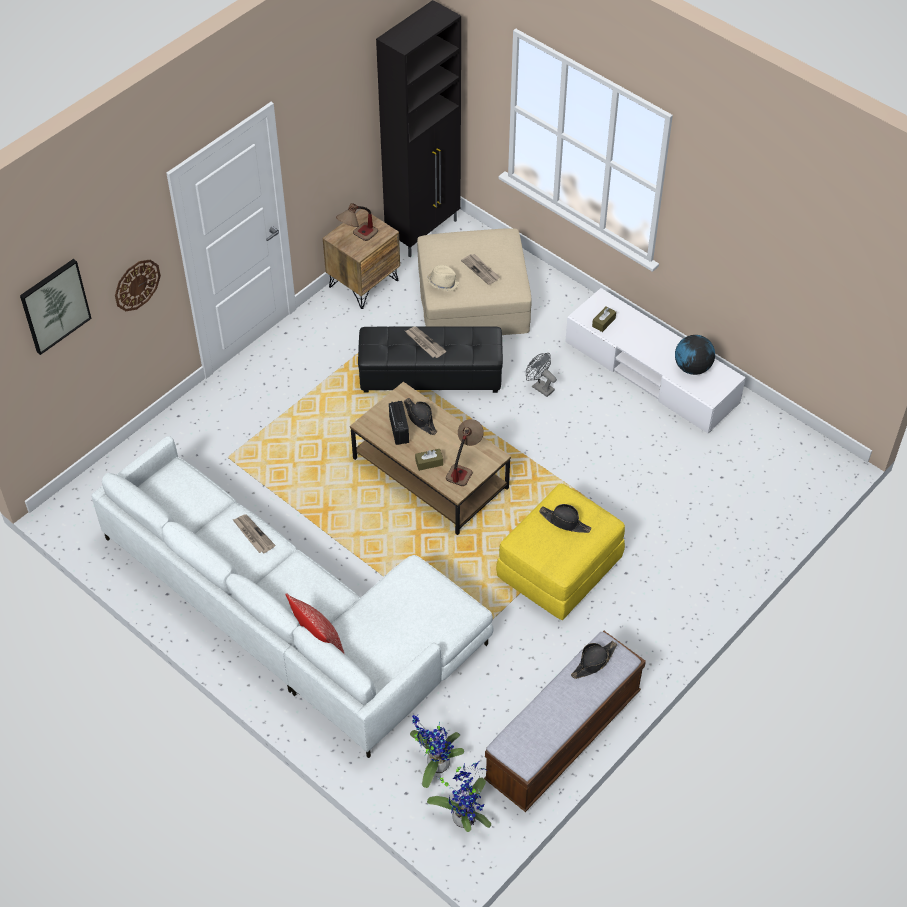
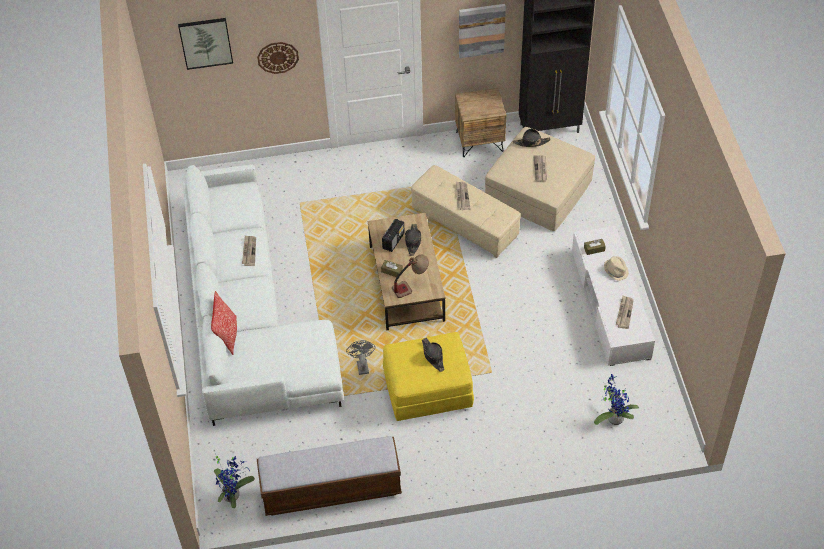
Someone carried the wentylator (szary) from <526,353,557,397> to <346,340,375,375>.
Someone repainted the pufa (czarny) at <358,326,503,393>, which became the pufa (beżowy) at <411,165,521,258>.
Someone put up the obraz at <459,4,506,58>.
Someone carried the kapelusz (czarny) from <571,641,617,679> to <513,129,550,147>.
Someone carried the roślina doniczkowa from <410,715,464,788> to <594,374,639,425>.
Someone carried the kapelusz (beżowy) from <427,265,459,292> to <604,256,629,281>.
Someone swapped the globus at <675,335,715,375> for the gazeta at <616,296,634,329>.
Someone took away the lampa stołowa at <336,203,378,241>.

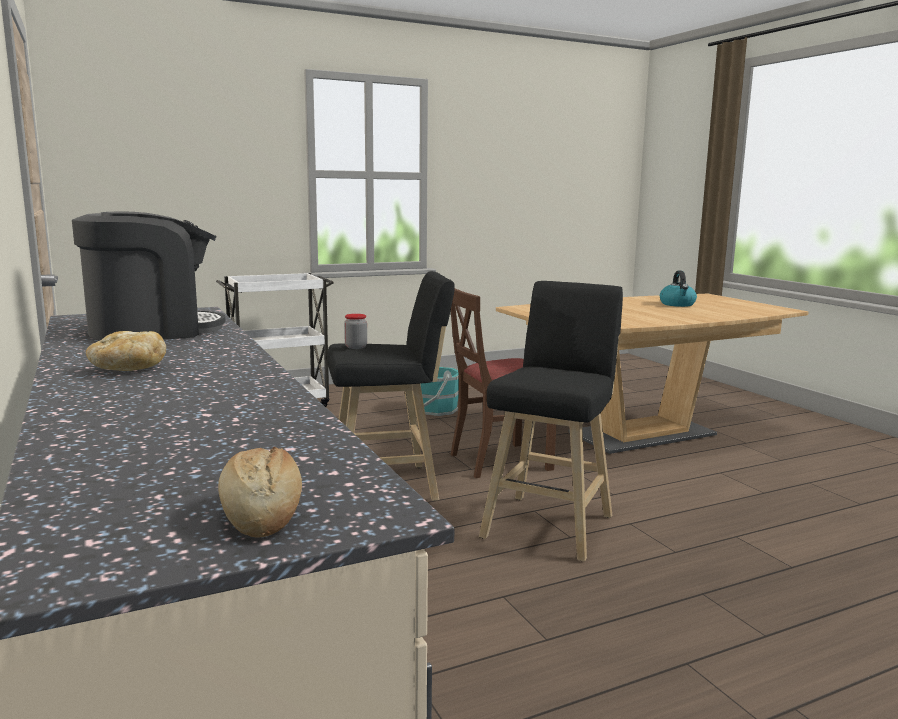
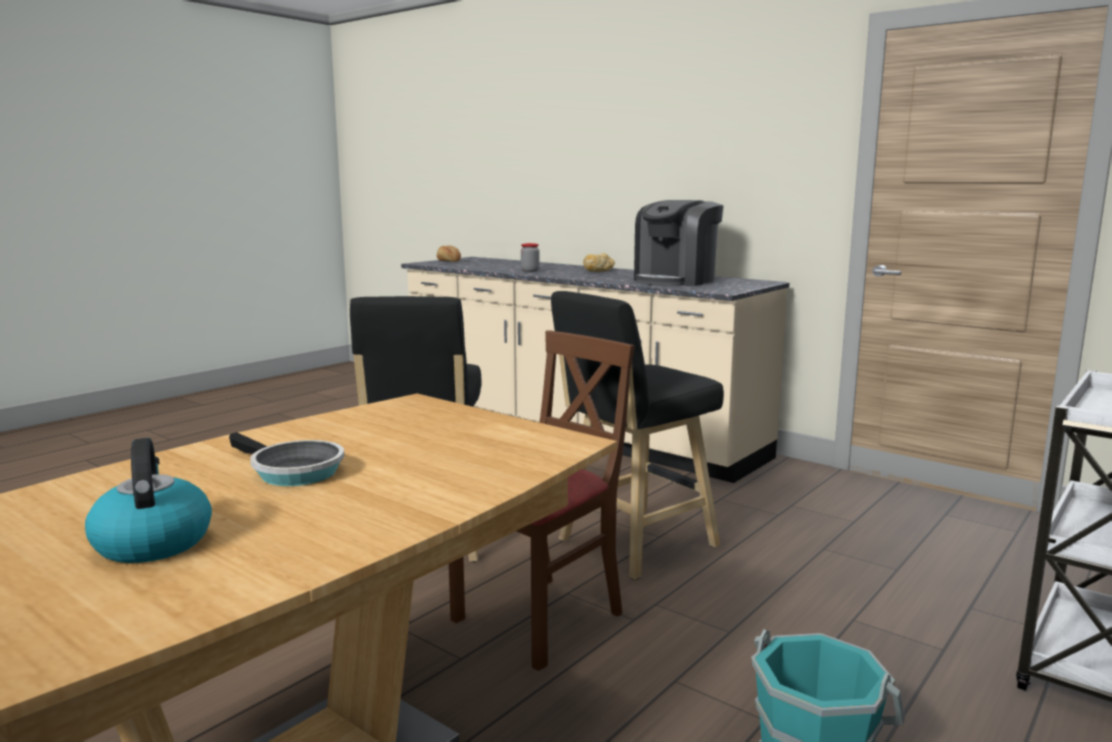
Someone put down the patelnia at <229,432,344,486>.
Someone carried the słoik from <344,314,367,349> to <521,243,539,272>.

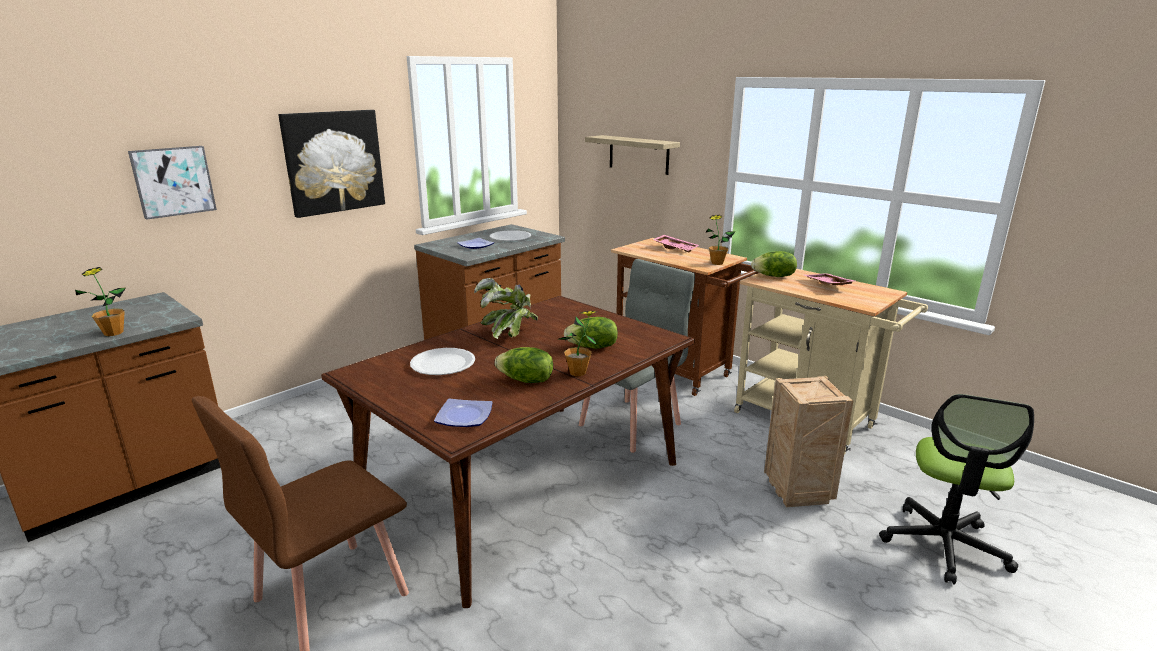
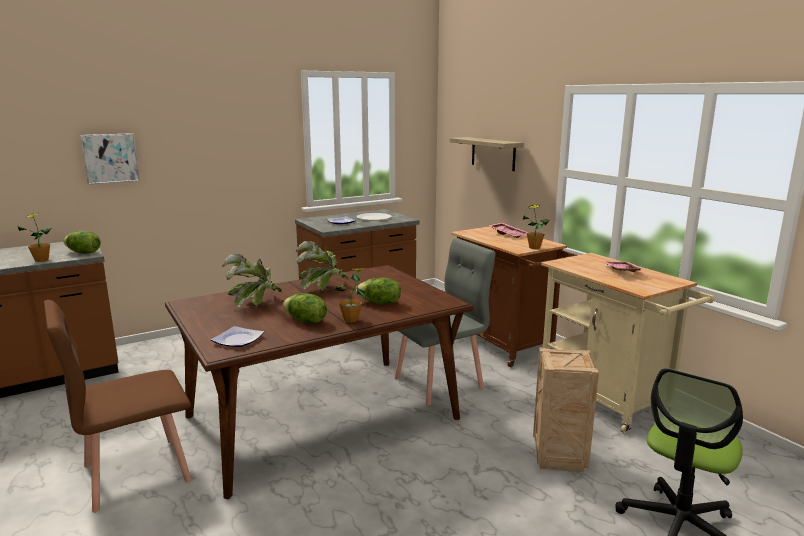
Someone carried the sałata from <751,251,797,277> to <64,231,101,254>.
Someone swapped the talerz (biały) at <410,348,475,375> for the roślina doniczkowa at <222,254,282,307>.
Someone took away the obraz at <278,110,385,218>.

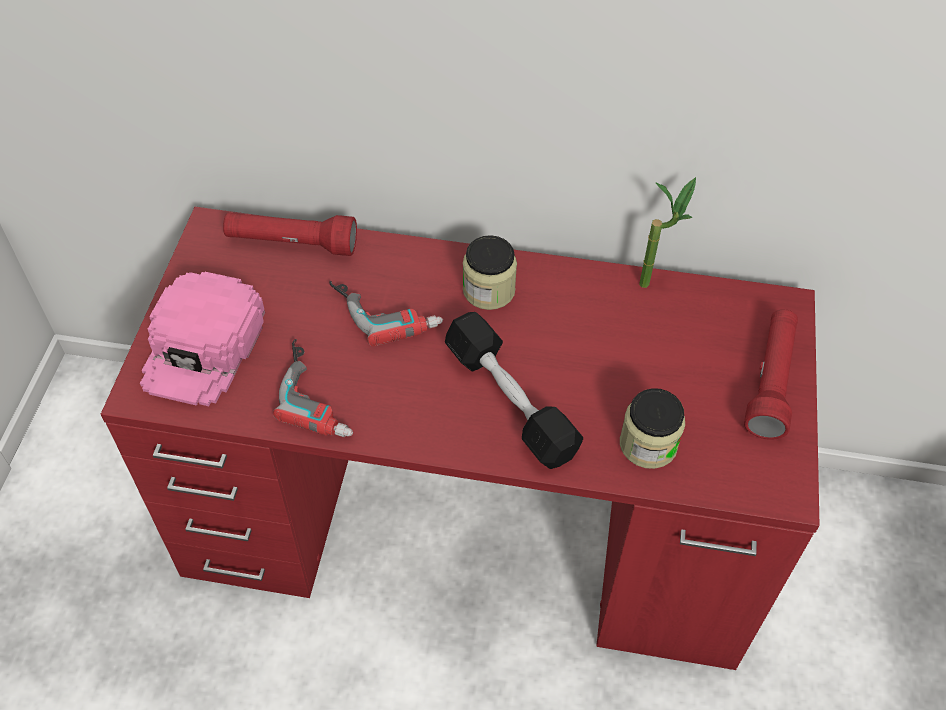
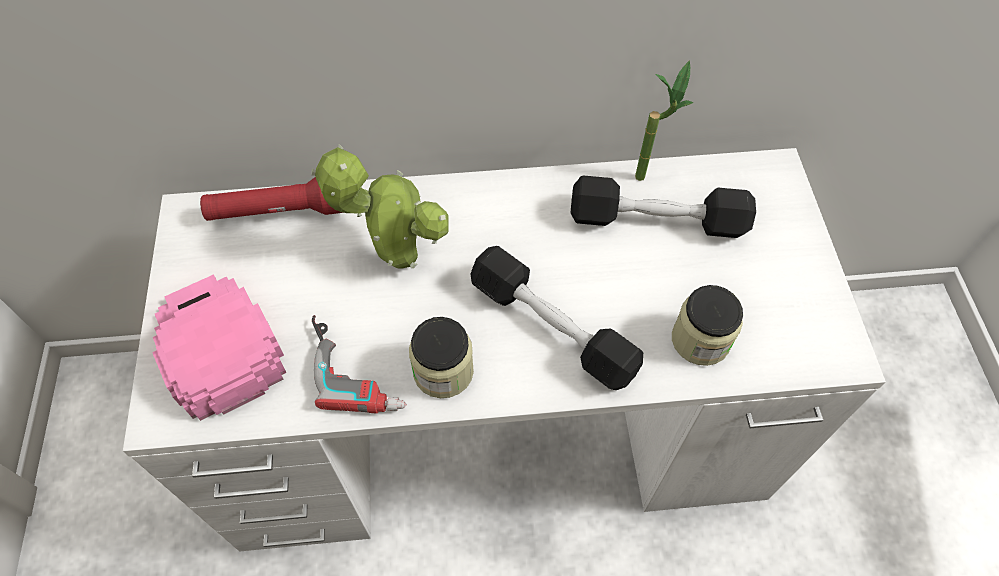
Someone repainted the biurko (czerwony) at <101,207,820,670>, which became the biurko (biały) at <123,148,886,551>.
Someone rotated the czapka z daszkiem (różowy) at <140,272,265,406> by 150 degrees clockwise.
Someone swapped the wiertarka at <329,281,443,346> for the roślina doniczkowa at <311,144,448,269>.
Someone carried the słoik from <463,235,517,310> to <409,317,474,398>.
Someone put down the hantel (czarny) at <571,175,756,238>.
Someone took away the latarka (czerwony) at <744,309,798,440>.

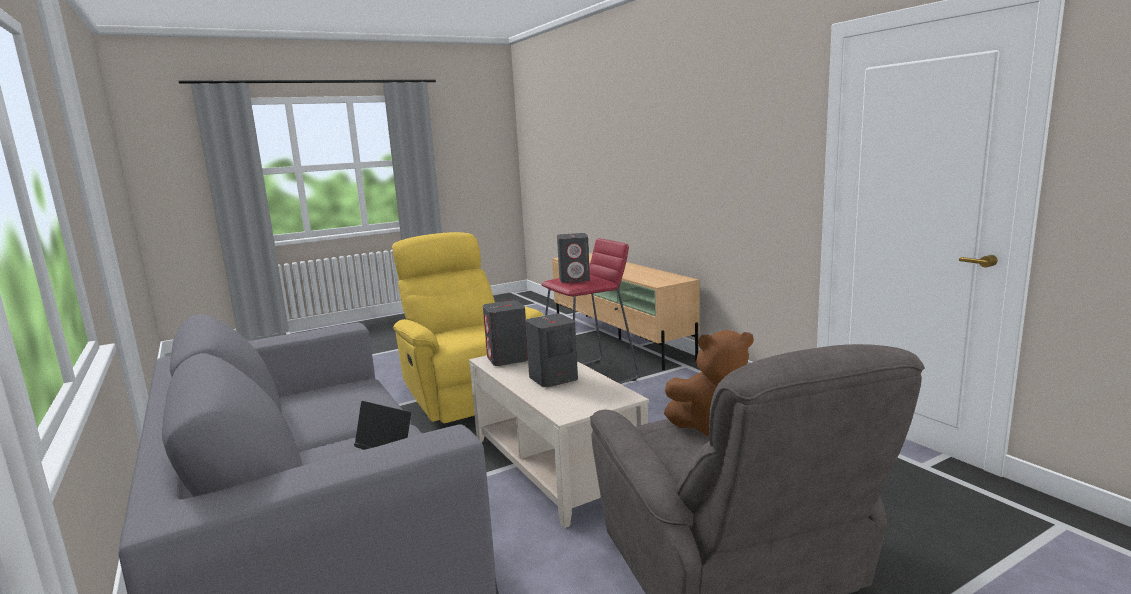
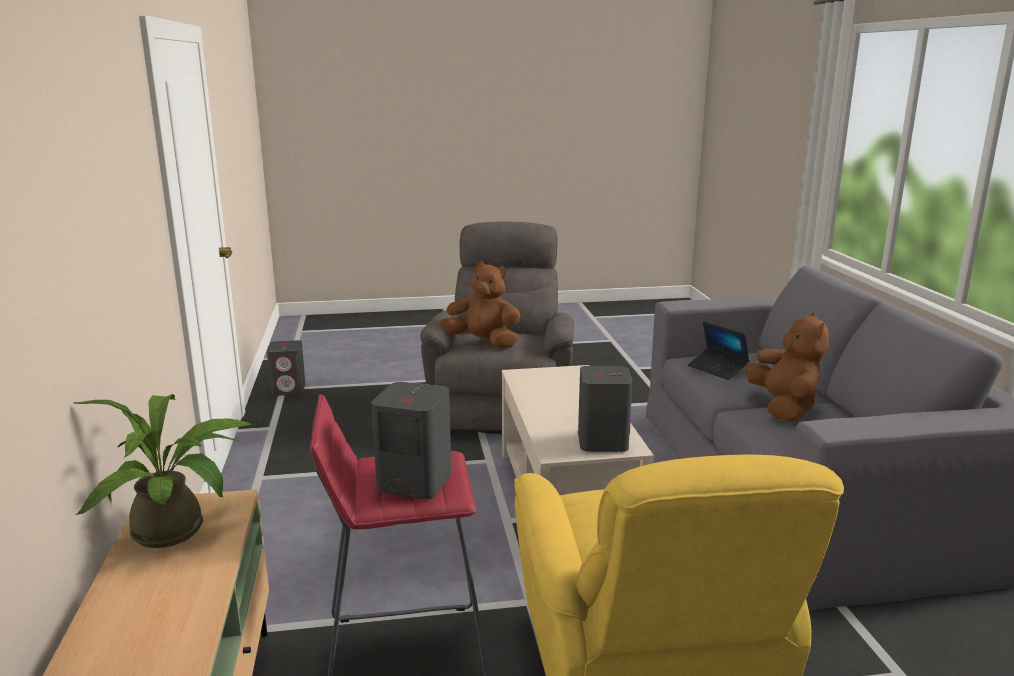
Someone put down the roślina doniczkowa at <73,394,252,548>.
Someone carried the głośnik (szary) from <525,314,578,387> to <267,340,306,396>.
Someone put down the pluszak (brązowy) at <746,312,829,422>.

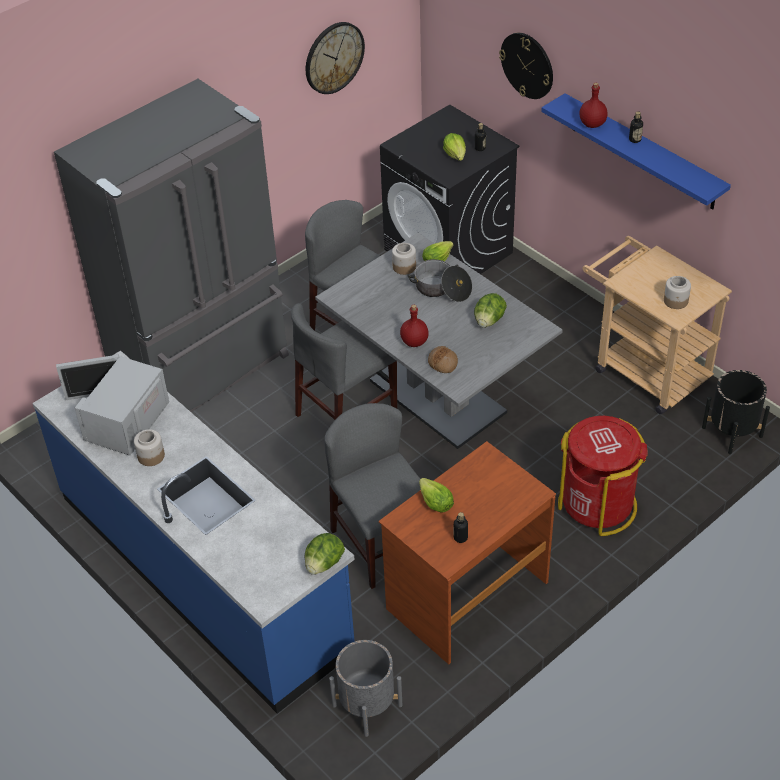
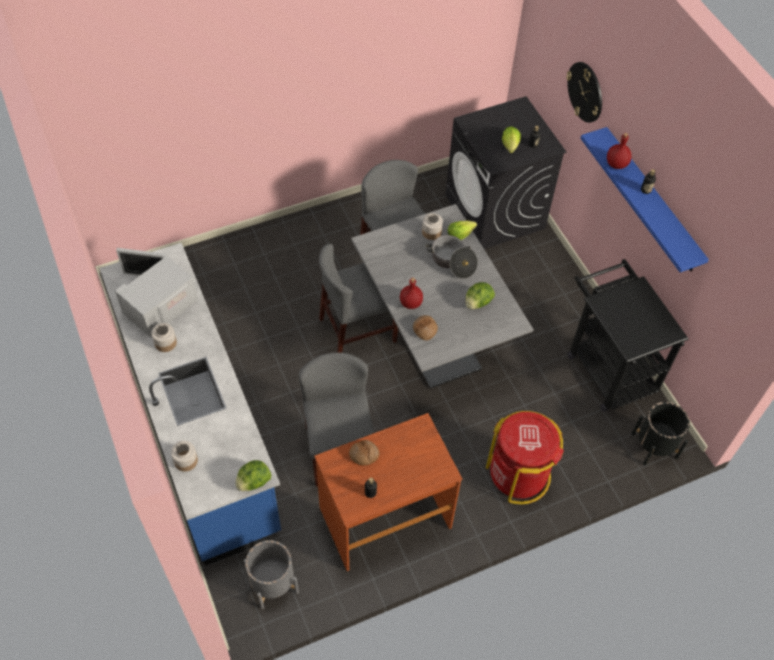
Someone carried the słoik from <664,276,691,309> to <171,441,198,471>.
Someone swapped the sałata at <419,478,454,512> for the chleb at <349,440,379,466>.
Someone repainted the wózek (beżowy) at <583,236,732,414>, which became the wózek (czarny) at <568,259,689,412>.
Someone took away the lodówka (szary) at <54,79,289,412>.
Someone took away the zegar ścienny at <306,22,365,94>.

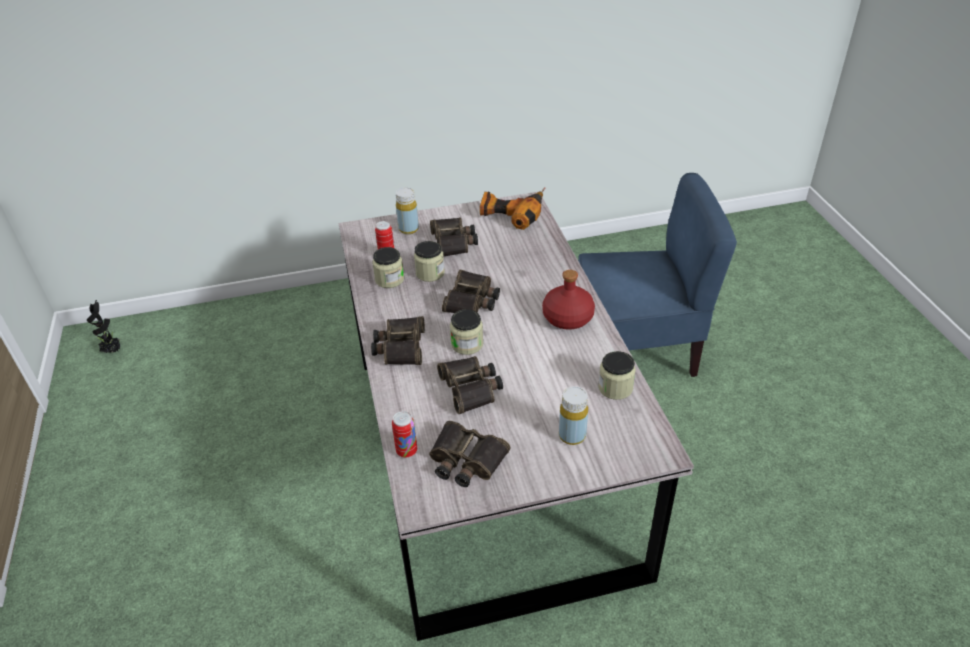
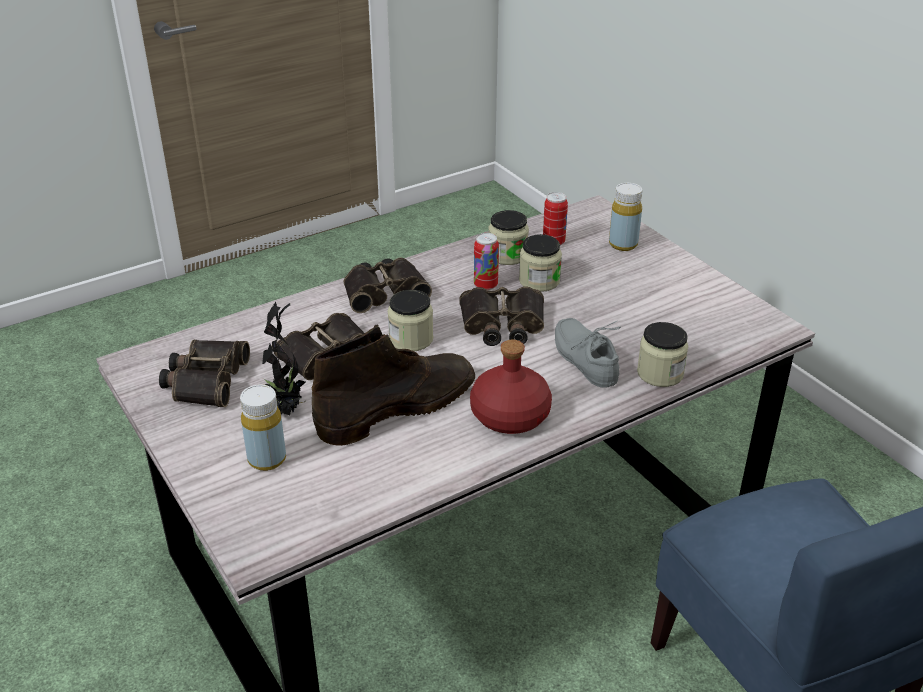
Someone carried the roślina doniczkowa from <87,300,121,353> to <262,302,306,415>.
Someone put down the but z cholewką (brązowy) at <312,324,475,446>.
Someone carried the puszka from <392,411,417,458> to <474,233,499,291>.
Someone put down the but (szary) at <555,318,621,388>.
Someone carried the słoik from <598,351,636,400> to <637,322,688,387>.
Someone took away the lornetka at <430,217,478,257>.
Someone took away the wiertarka at <480,187,546,230>.

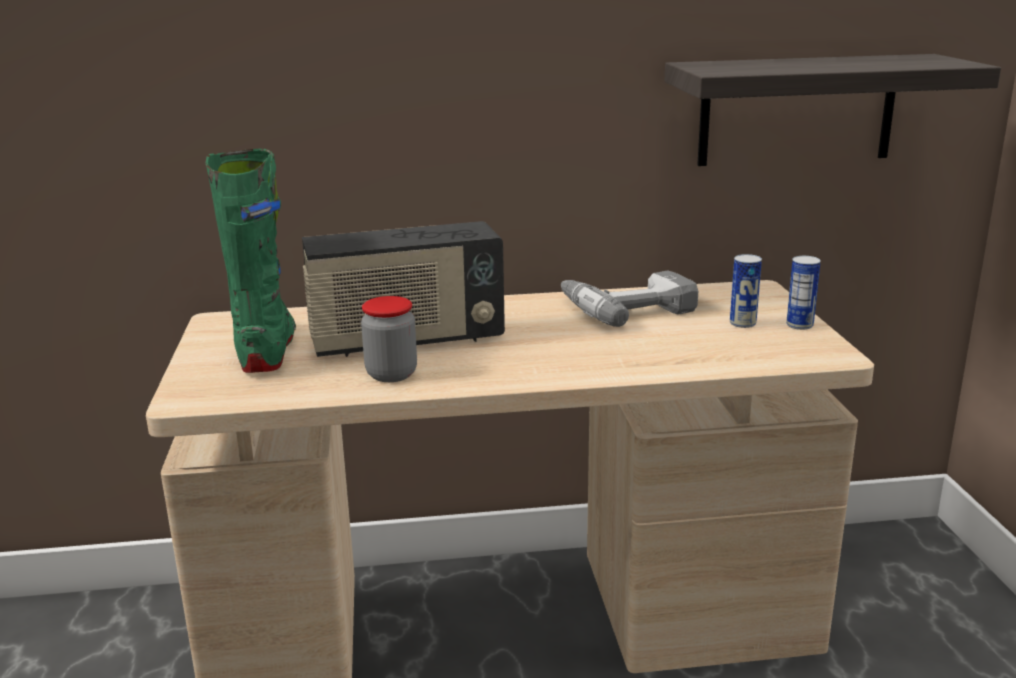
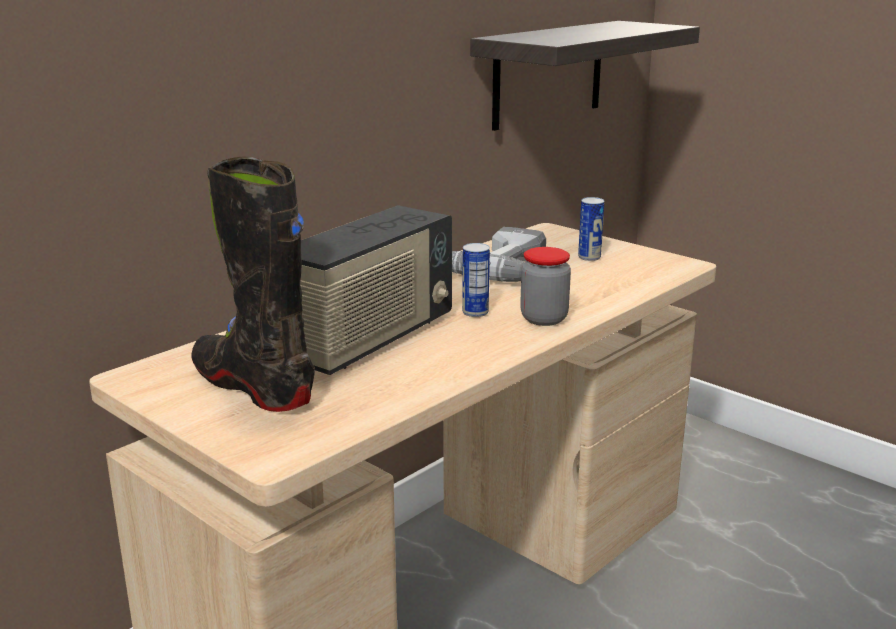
Someone repainted the but z cholewką (zielony) at <205,149,296,373>, which became the but z cholewką (czarny) at <191,157,315,412>.
Someone carried the puszka from <786,256,821,330> to <462,243,490,317>.
Someone carried the słoik from <361,296,417,382> to <520,247,571,326>.

